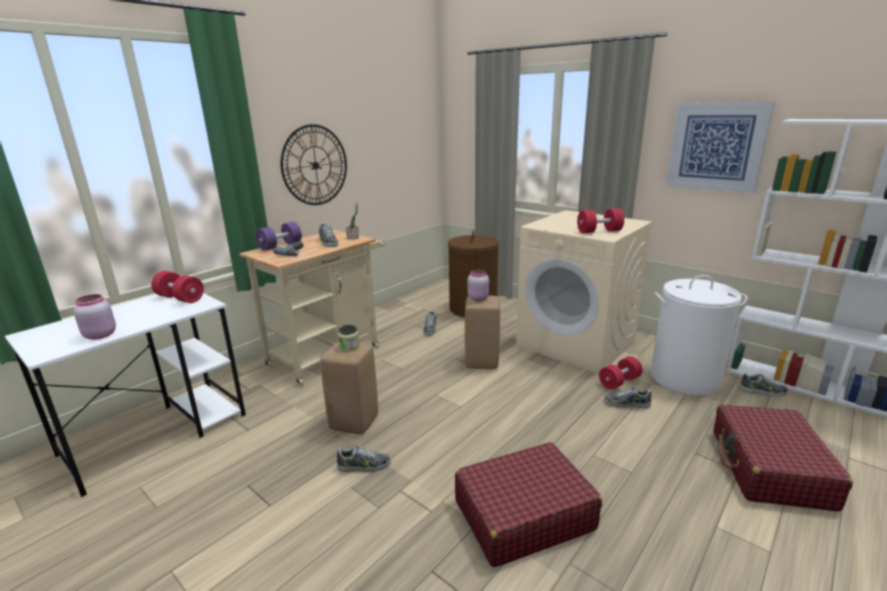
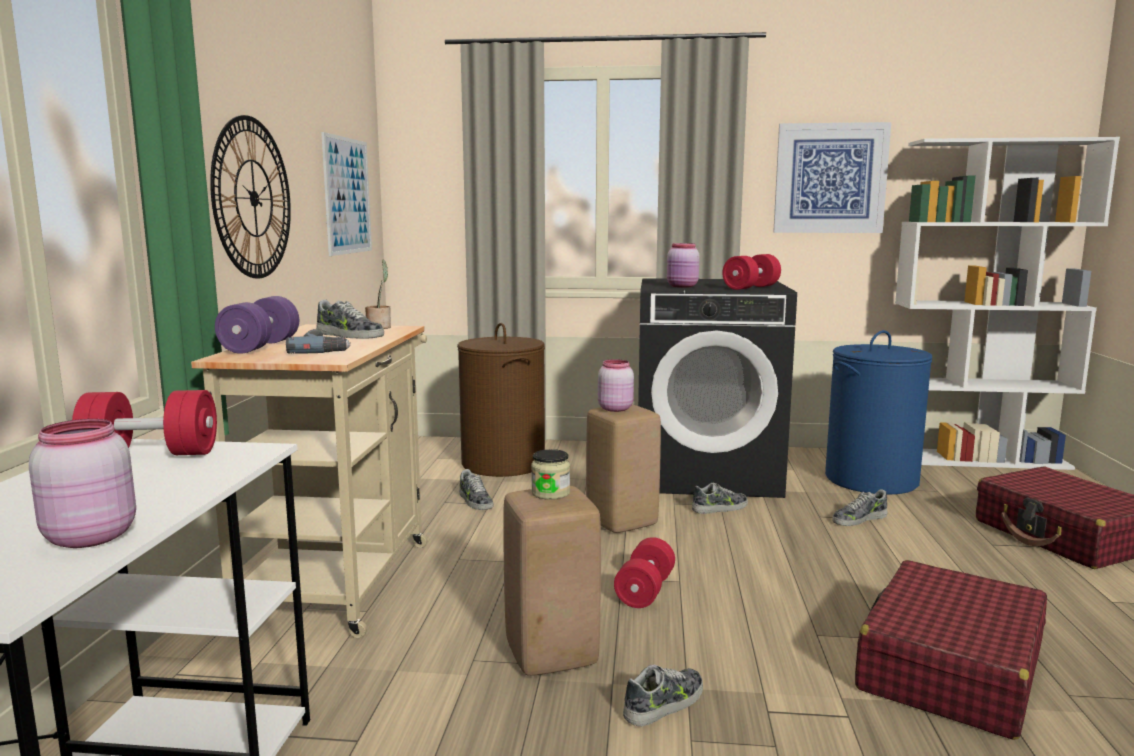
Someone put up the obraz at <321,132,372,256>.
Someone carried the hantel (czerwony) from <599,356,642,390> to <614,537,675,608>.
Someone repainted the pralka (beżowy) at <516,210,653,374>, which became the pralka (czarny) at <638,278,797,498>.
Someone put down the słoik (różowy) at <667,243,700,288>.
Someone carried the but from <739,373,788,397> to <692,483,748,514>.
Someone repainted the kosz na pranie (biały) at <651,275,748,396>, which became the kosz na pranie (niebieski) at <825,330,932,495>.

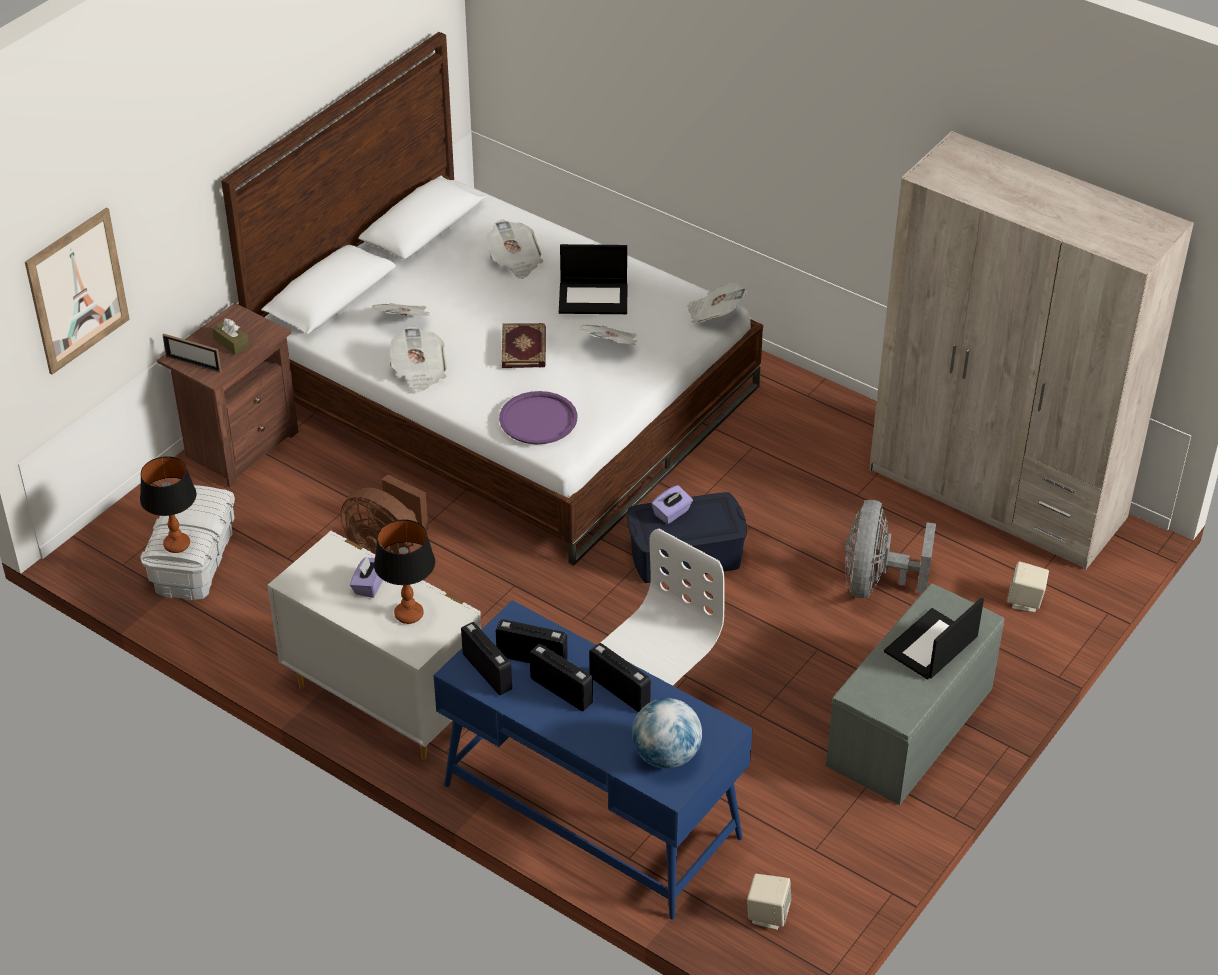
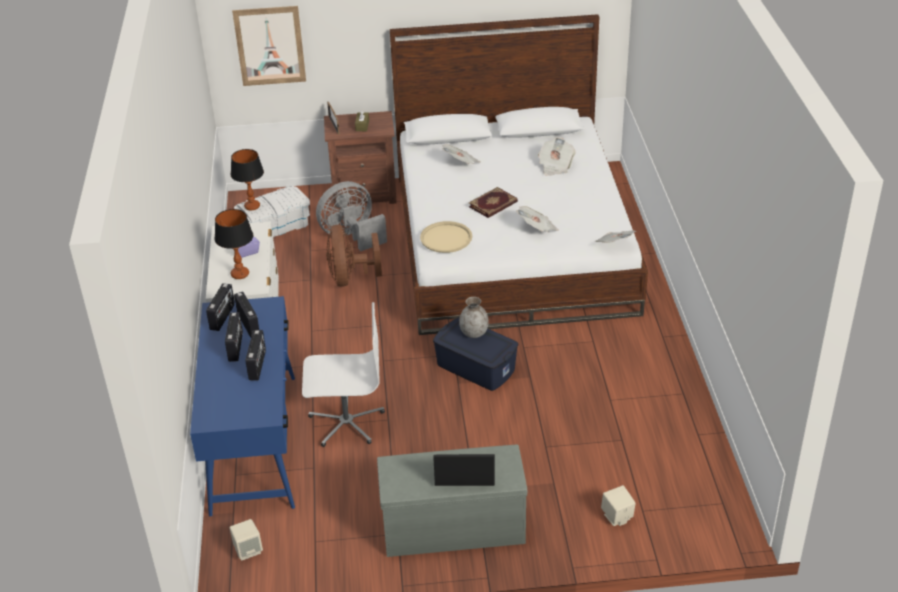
Someone carried the wentylator (szary) from <845,500,936,598> to <316,181,387,251>.
Someone repainted the taca (fioletowy) at <499,391,577,444>, which became the taca (beżowy) at <420,221,472,253>.
Someone swapped the pudełko chusteczek (fioletowy) at <651,485,693,524> for the wazon (szary) at <459,297,489,338>.
Someone took away the gazeta at <389,326,447,392>.
Someone took away the laptop at <559,244,628,314>.
Someone took away the globus at <632,698,702,769>.
Someone took away the szafa (beżowy) at <869,131,1194,570>.

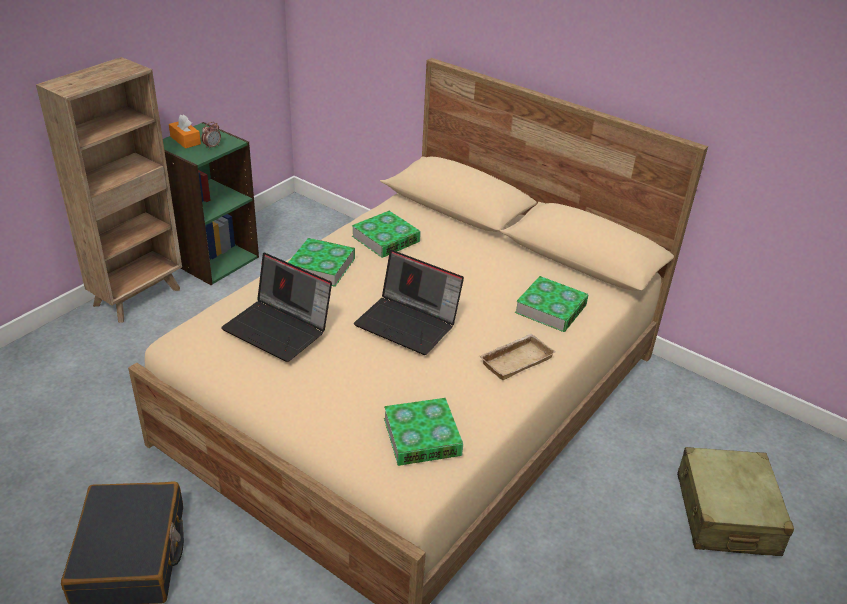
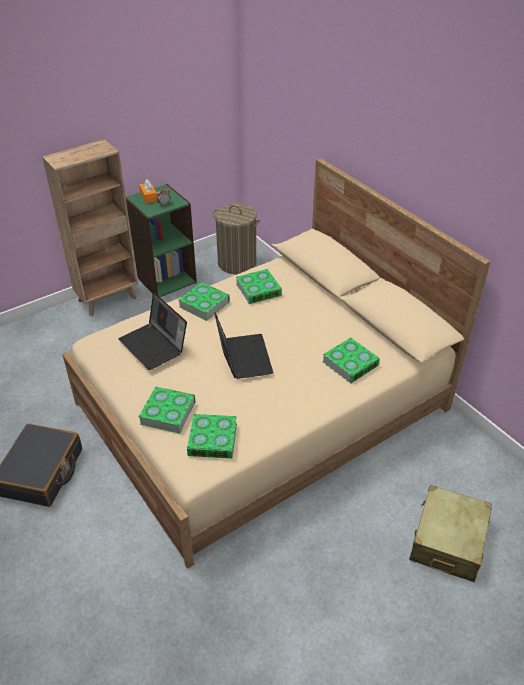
Someone put down the książka at <139,387,195,434>.
Someone put down the kosz na pranie at <212,204,260,274>.
Someone rotated the laptop at <354,250,464,355> by 150 degrees counterclockwise.
Someone took away the taca (beżowy) at <479,334,555,380>.

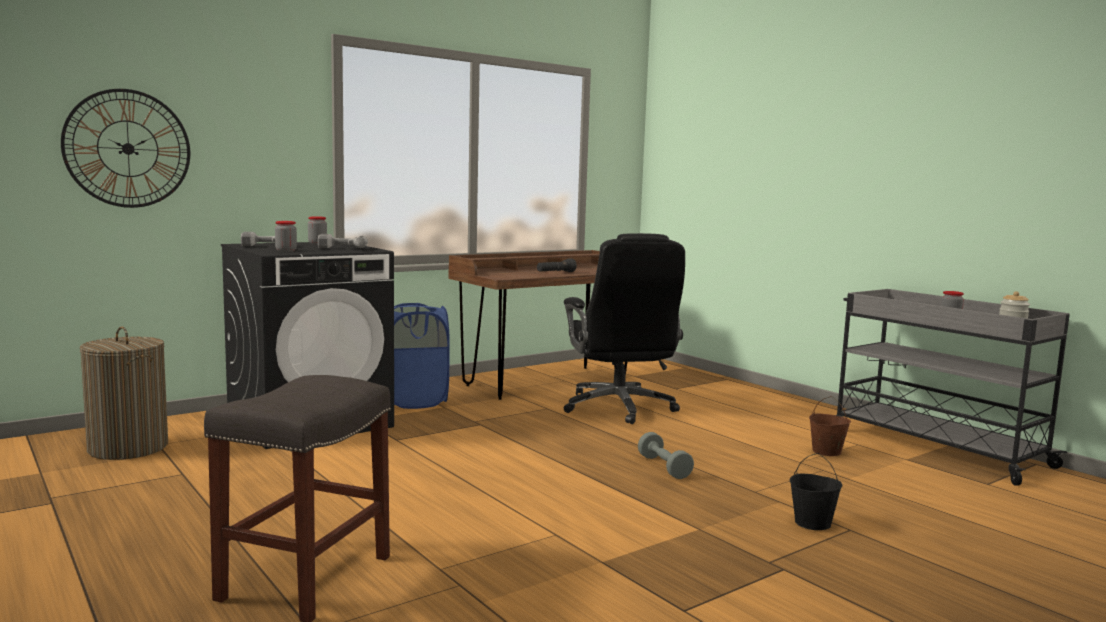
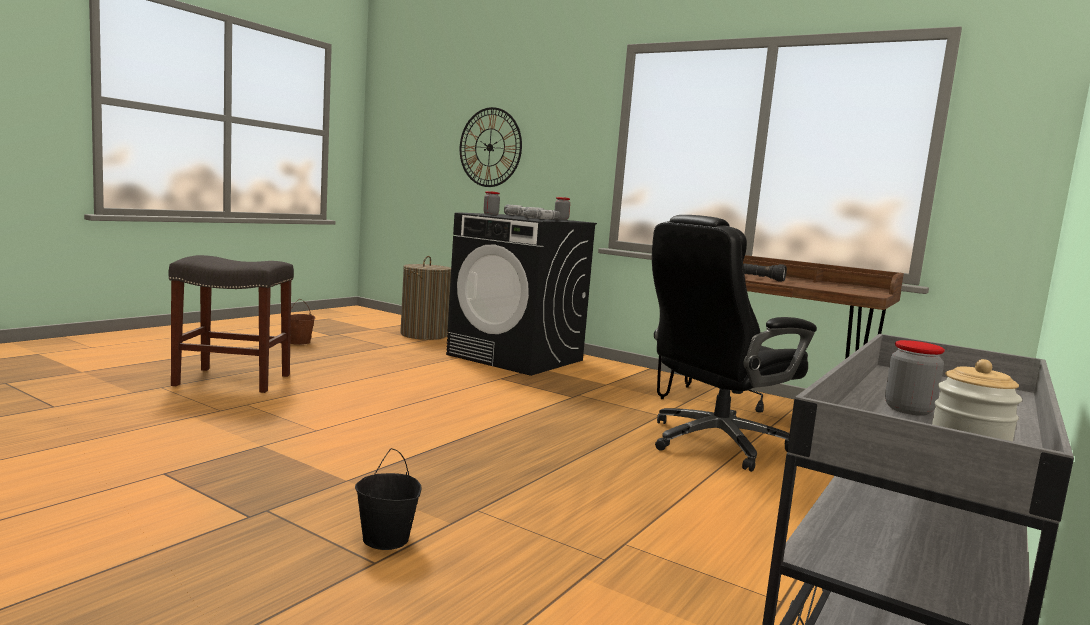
Someone carried the wiadro (brązowy) from <809,396,851,456> to <290,300,315,345>.
Someone took away the kosz na pranie (niebieski) at <394,303,450,409>.
Someone took away the hantel (szary) at <638,432,694,479>.

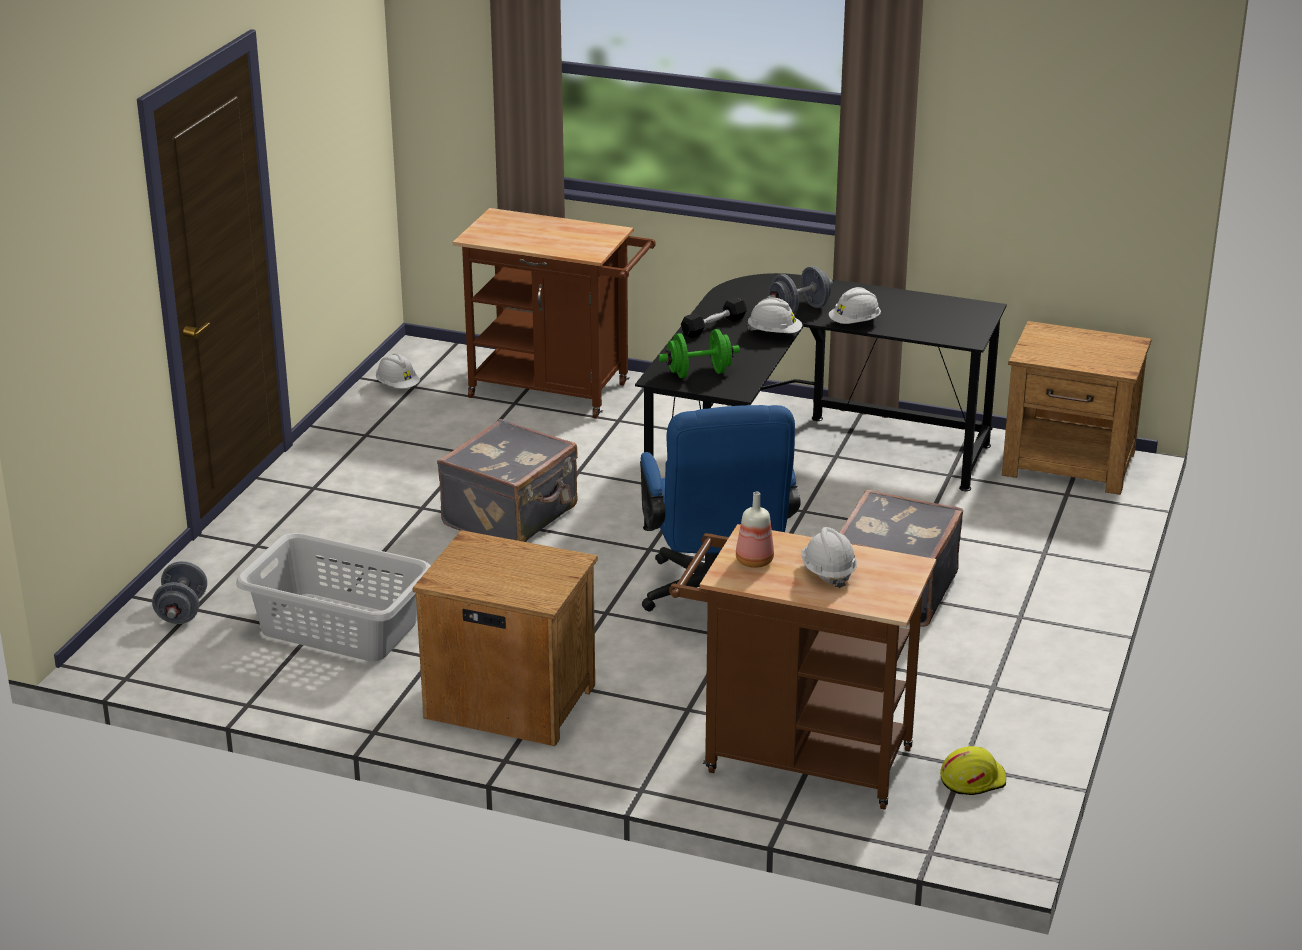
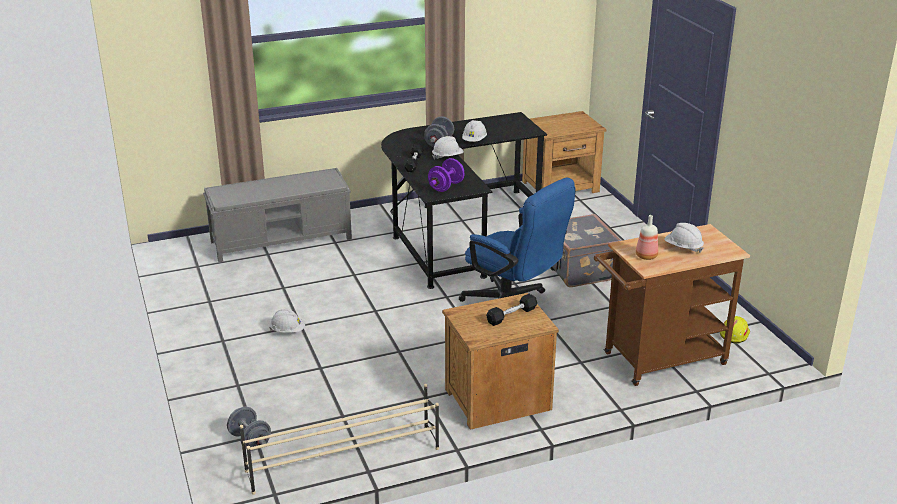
Someone swapped the wózek (brązowy) at <453,208,656,419> for the ławka (szary) at <203,168,352,262>.
Someone put down the regał na buty (beżowy) at <240,384,439,495>.
Someone carried the kask (biały) from <376,354,420,389> to <269,309,305,332>.
Someone repainted the hantel (zielony) at <659,329,740,378>, which became the hantel (fioletowy) at <428,158,464,192>.
Someone put down the hantel (czarny) at <486,294,537,326>.
Someone took away the kosz na pranie (szary) at <236,533,431,661>.
Someone took away the walizka (szary) at <437,419,578,542>.

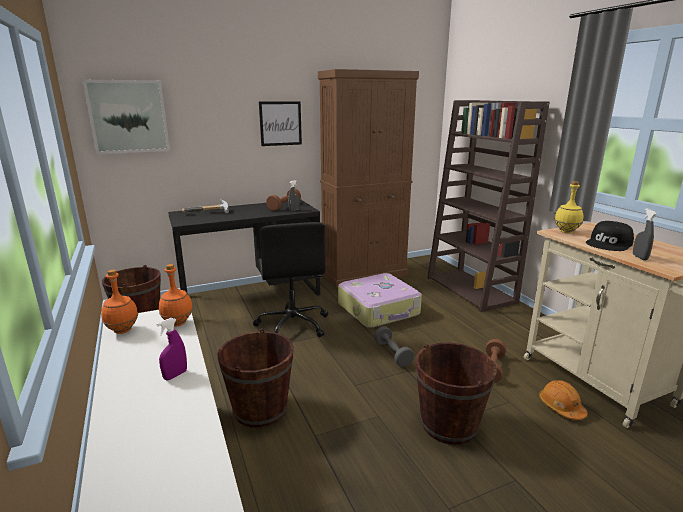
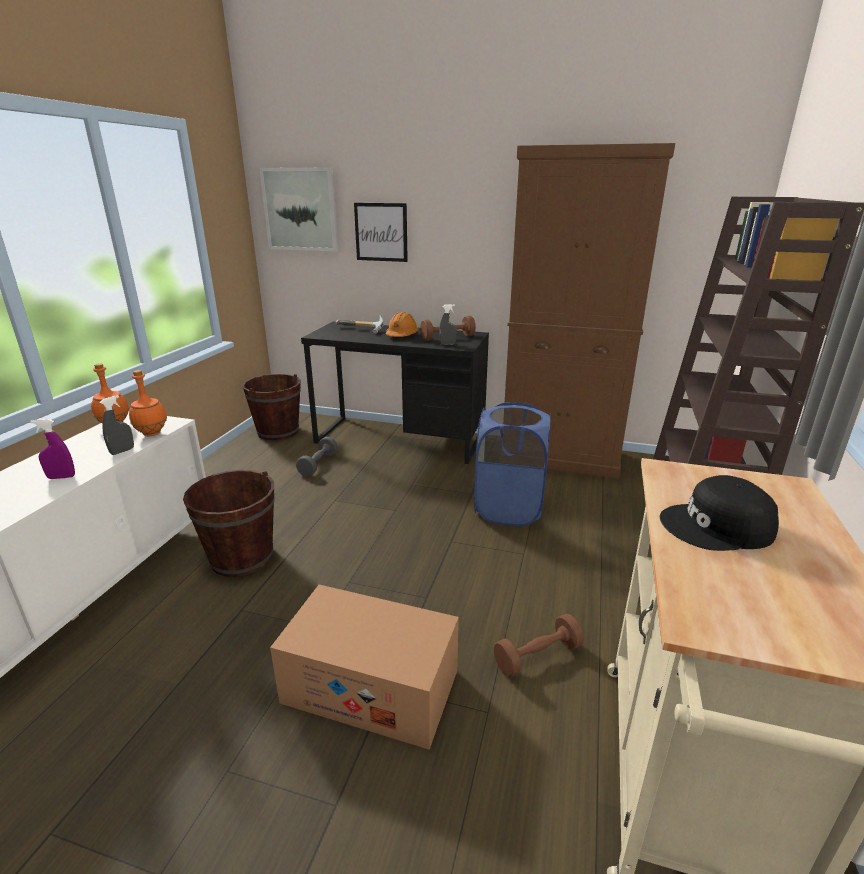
Someone carried the spryskiwacz (szary) from <633,208,657,261> to <100,395,134,455>.
Someone swapped the wiadro (brązowy) at <415,343,497,445> for the karton at <270,585,459,750>.
Someone carried the hantel (szary) from <374,326,414,367> to <296,437,338,476>.
Someone carried the obraz from <259,101,302,146> to <354,203,408,262>.
Someone carried the kask (pomarańczowy) from <539,380,587,420> to <386,312,418,337>.
Someone swapped the walizka at <338,273,422,328> for the kosz na pranie (niebieski) at <474,402,551,526>.
Someone took away the krzesło biurowe (czarny) at <253,222,328,337>.
Someone took away the butelka (żółty) at <555,181,583,233>.

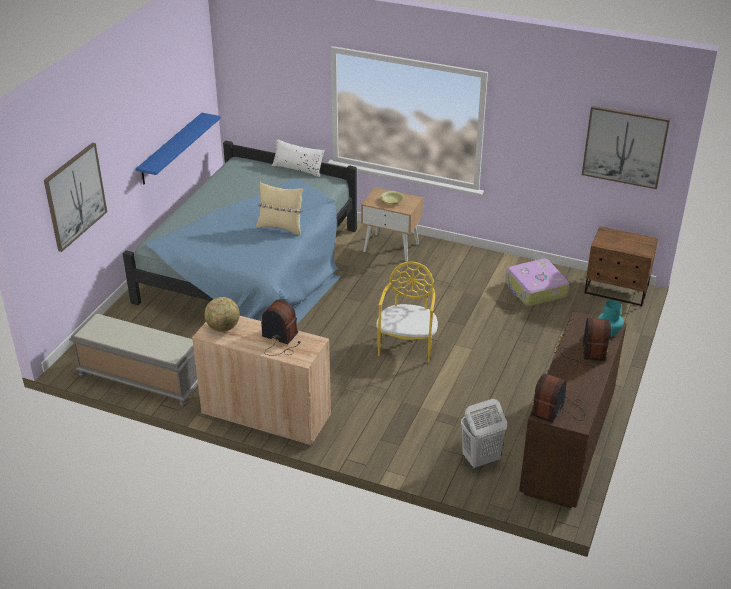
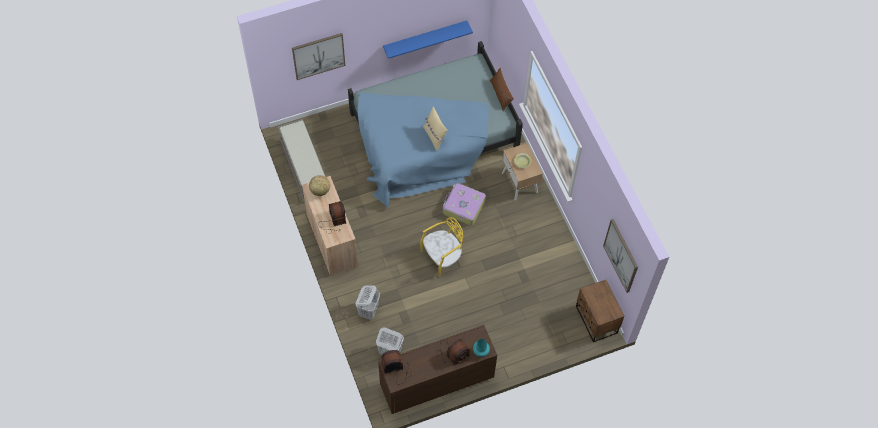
Someone put down the kosz na pranie (biały) at <356,286,380,320>.
Someone carried the walizka from <505,259,569,306> to <443,183,486,225>.
Someone repainted the poduszka (biały) at <272,139,325,177>, which became the poduszka (brązowy) at <490,67,514,111>.

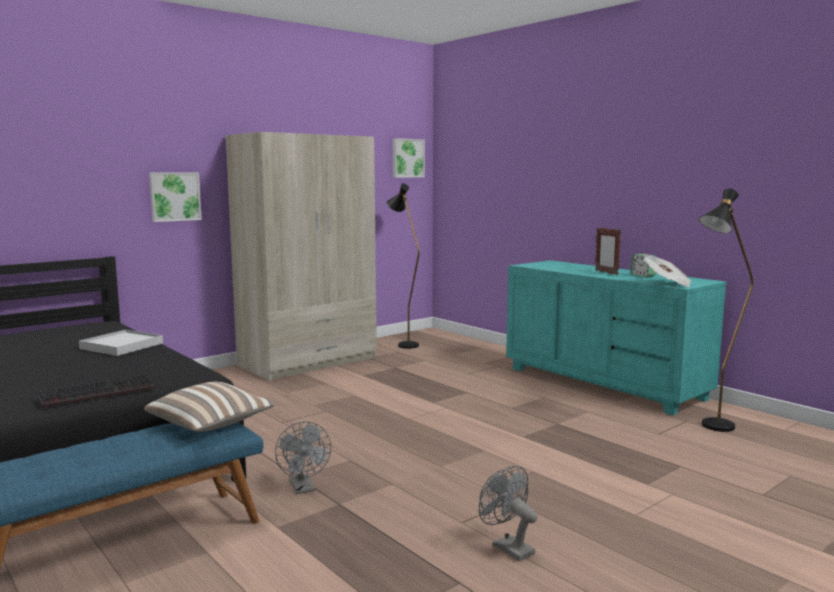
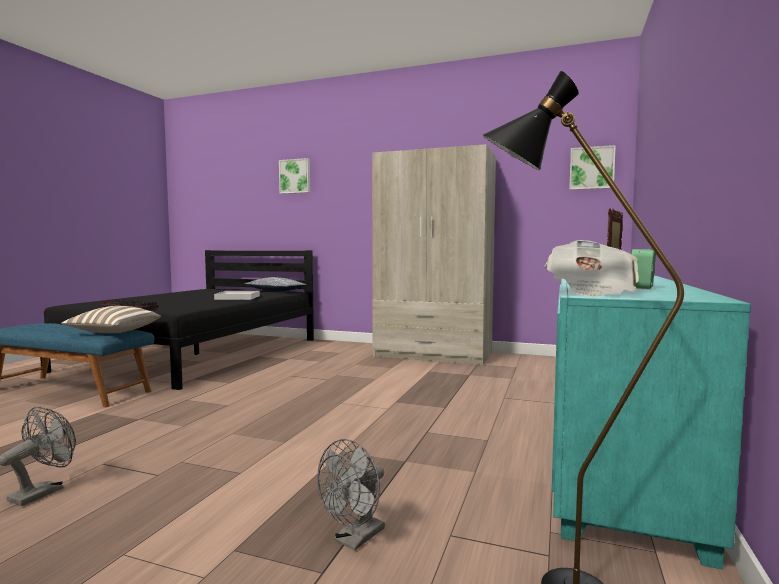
Someone put down the poduszka at <244,277,307,291>.
Someone carried the obraz from <149,173,202,222> to <279,158,310,194>.
Someone carried the wentylator (szary) from <275,421,331,494> to <317,439,385,551>.
Someone took away the lampa stojąca (czarny) at <387,183,420,349>.

